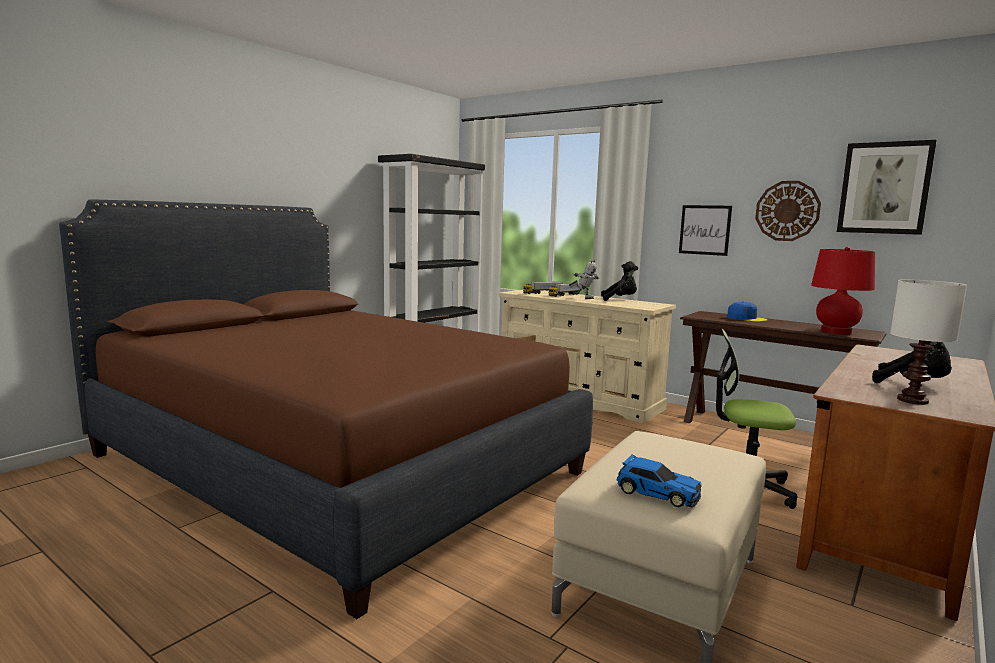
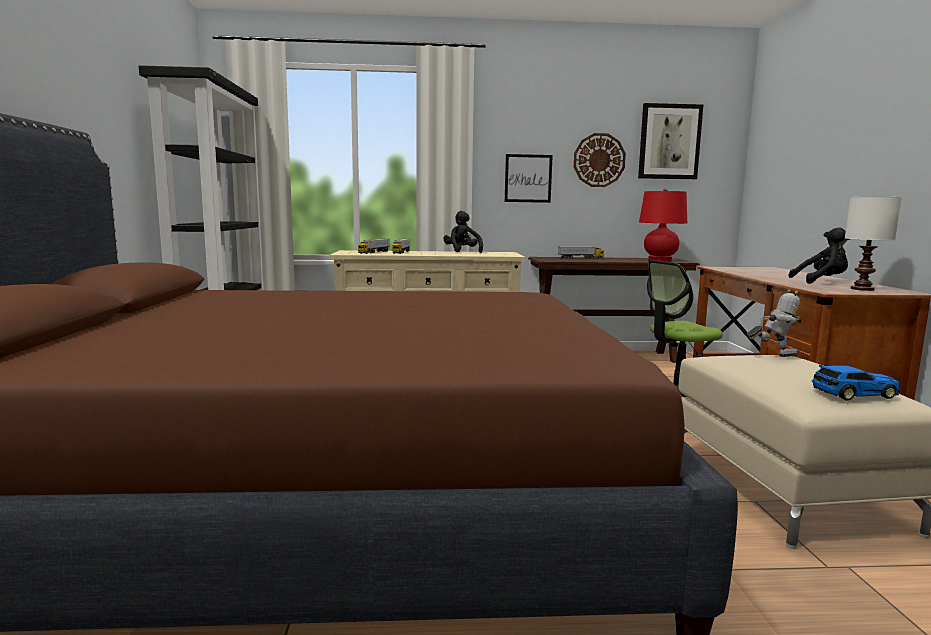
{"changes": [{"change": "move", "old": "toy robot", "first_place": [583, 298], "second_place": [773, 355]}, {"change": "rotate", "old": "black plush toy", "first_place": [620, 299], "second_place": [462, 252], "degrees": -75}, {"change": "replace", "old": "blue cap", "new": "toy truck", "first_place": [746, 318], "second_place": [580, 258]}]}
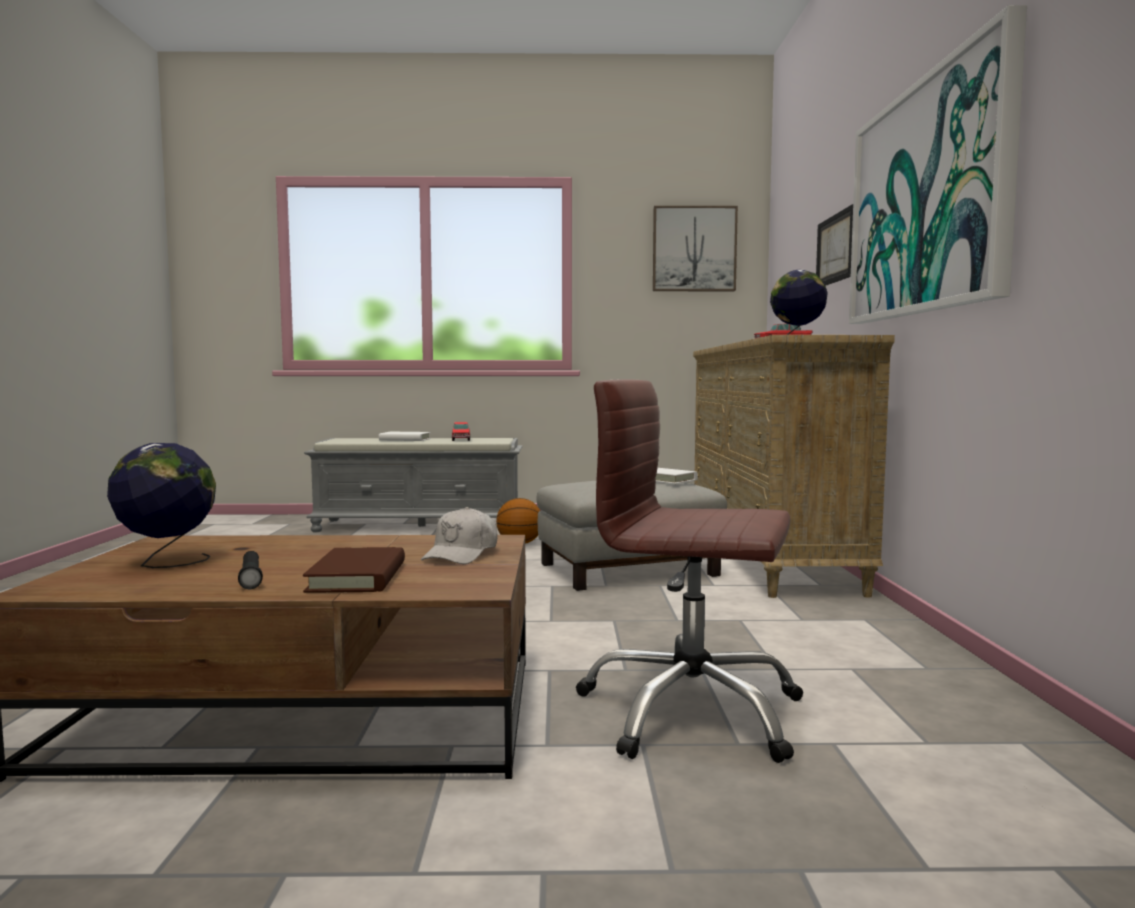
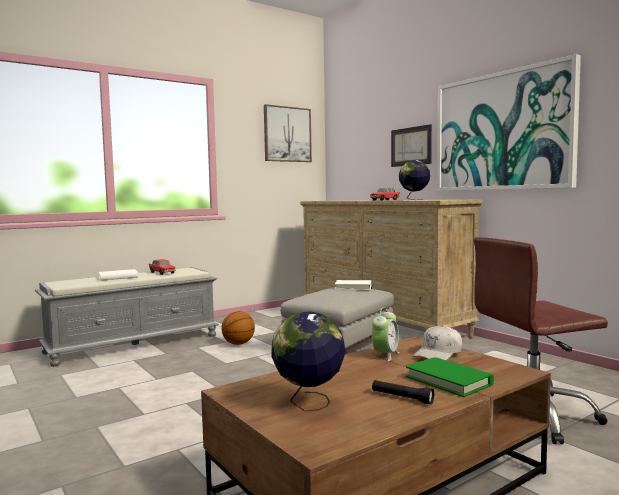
{"changes": [{"change": "rotate", "old": "white cap", "first_place": [461, 554], "second_place": [438, 354], "degrees": 60}, {"change": "recolor", "old": "brown book", "new": "green book", "first_place": [358, 577], "second_place": [448, 380]}, {"change": "insert", "new": "alarm clock", "second_place": [385, 355]}]}
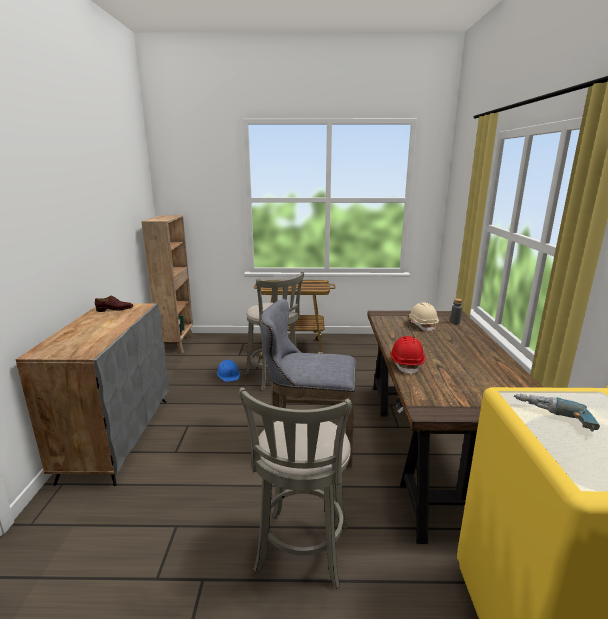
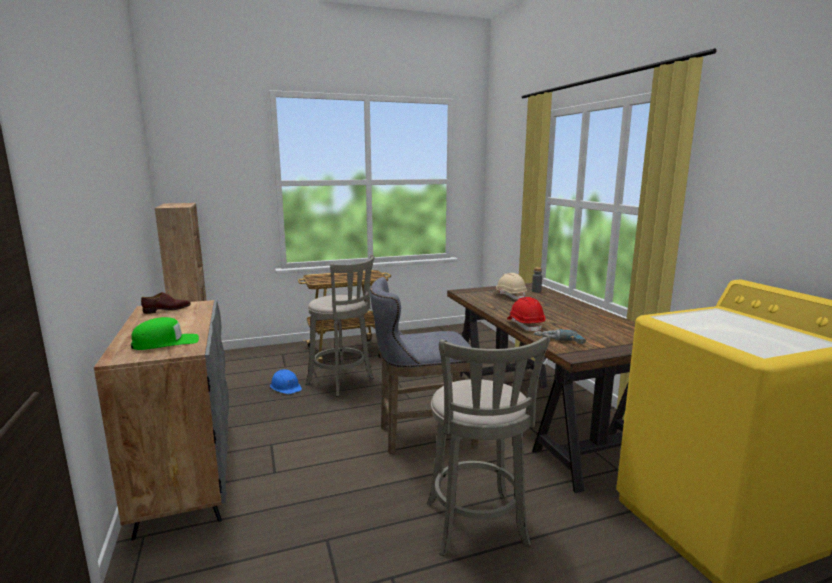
{"changes": [{"change": "move", "old": "power drill", "first_place": [552, 418], "second_place": [558, 342]}, {"change": "insert", "new": "green cap", "second_place": [166, 342]}]}
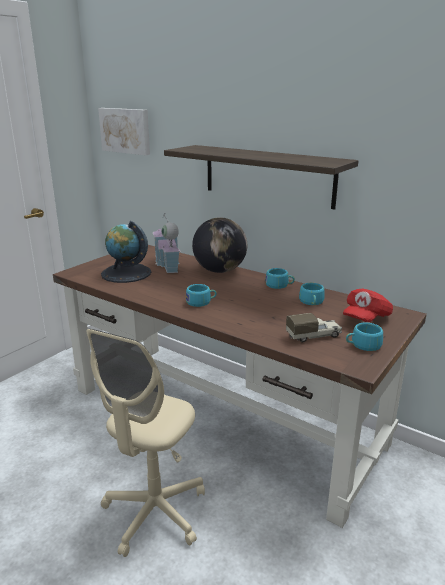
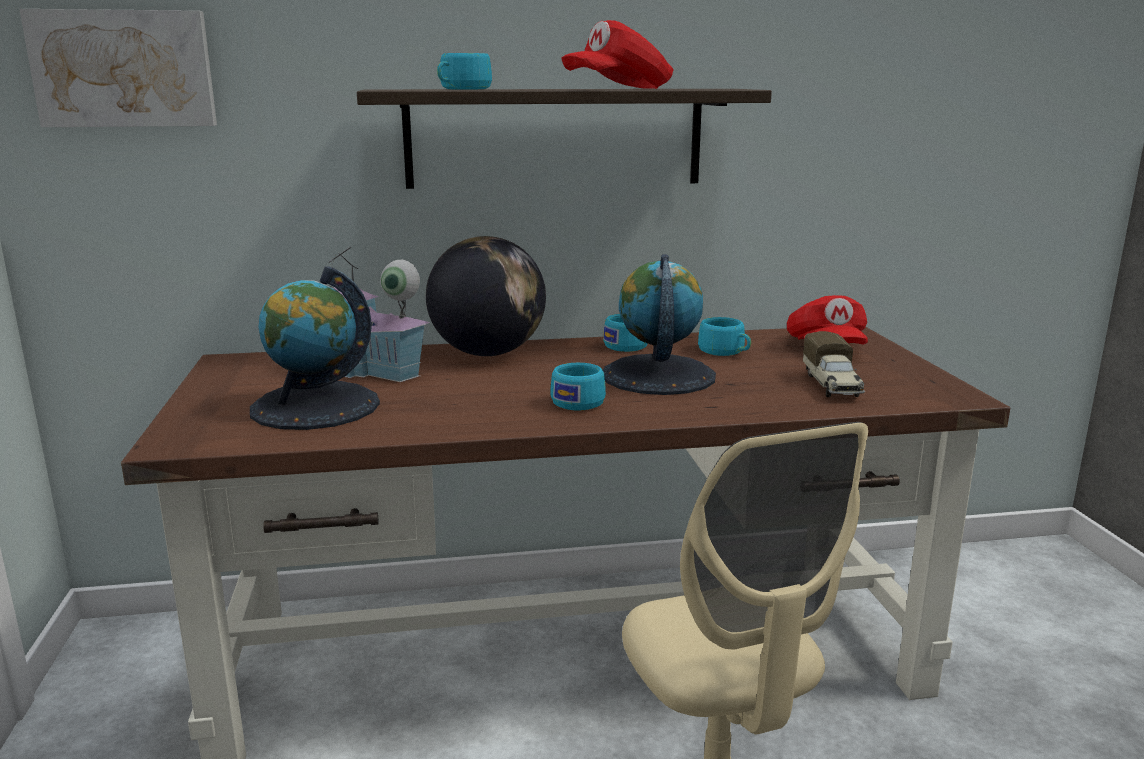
{"changes": [{"change": "rotate", "old": "toy truck", "first_place": [314, 336], "second_place": [832, 385], "degrees": 150}, {"change": "move", "old": "turquoise cup", "first_place": [362, 345], "second_place": [461, 89]}, {"change": "insert", "new": "red cap", "second_place": [619, 88]}, {"change": "insert", "new": "globe", "second_place": [657, 375]}]}
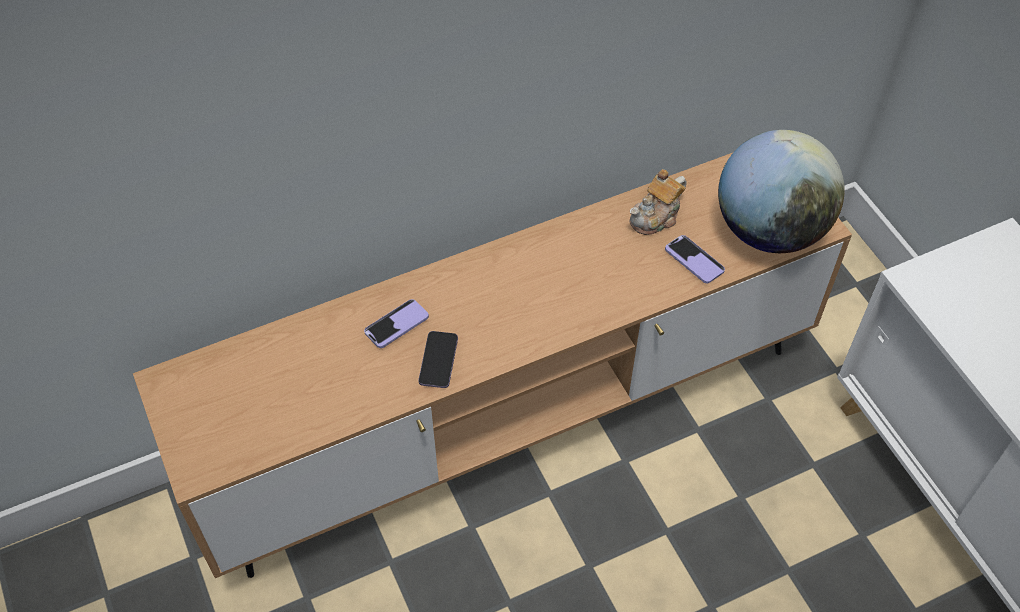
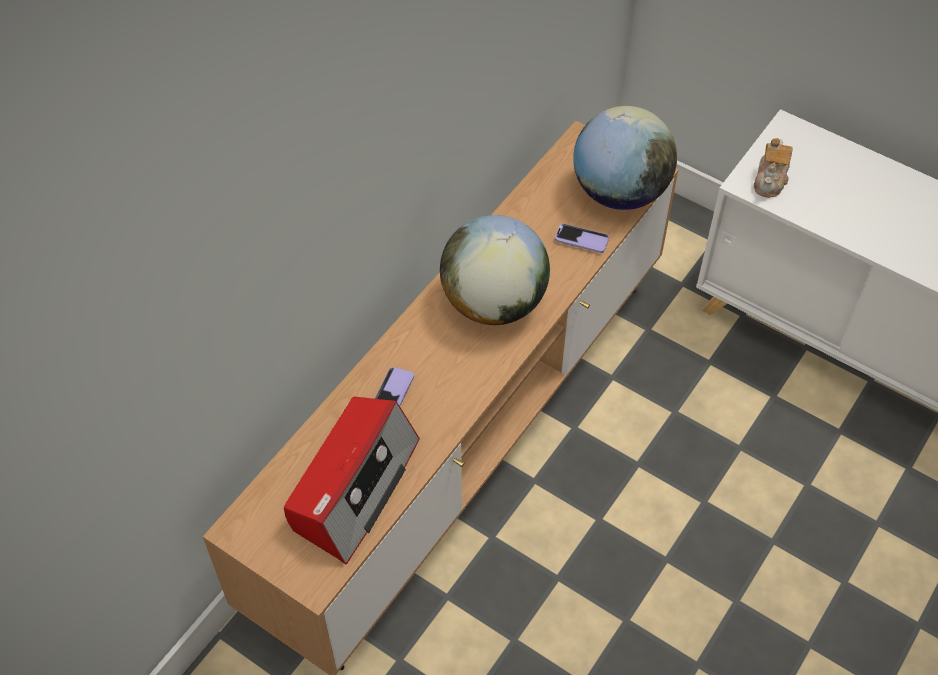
{"changes": [{"change": "move", "old": "teapot", "first_place": [656, 217], "second_place": [770, 180]}, {"change": "delete", "old": "phone", "first_place": [438, 360]}, {"change": "insert", "new": "globe", "second_place": [494, 303]}, {"change": "insert", "new": "radio", "second_place": [353, 487]}]}
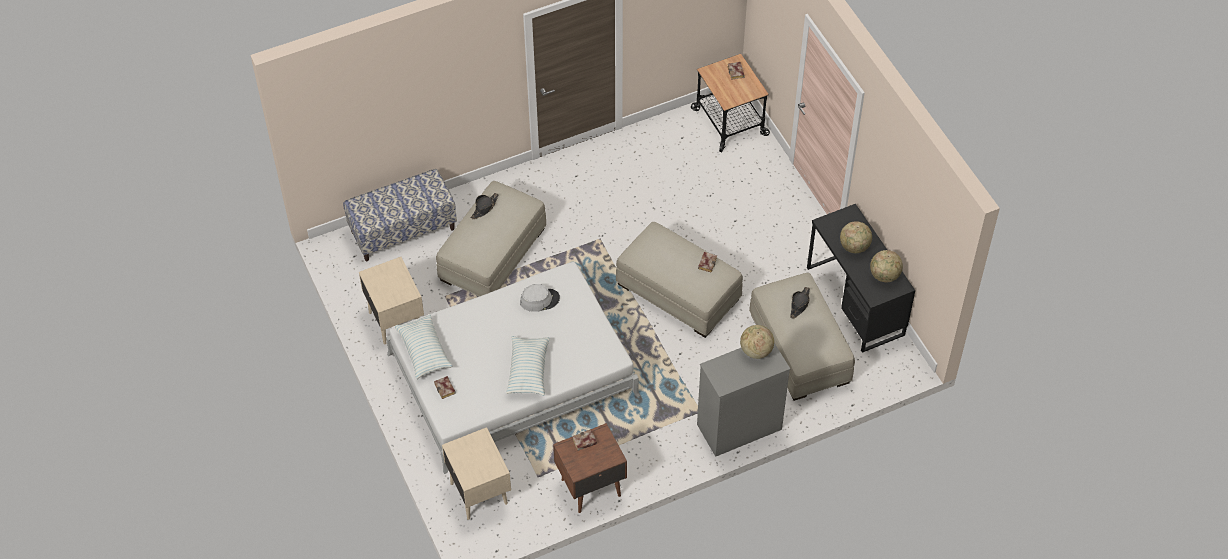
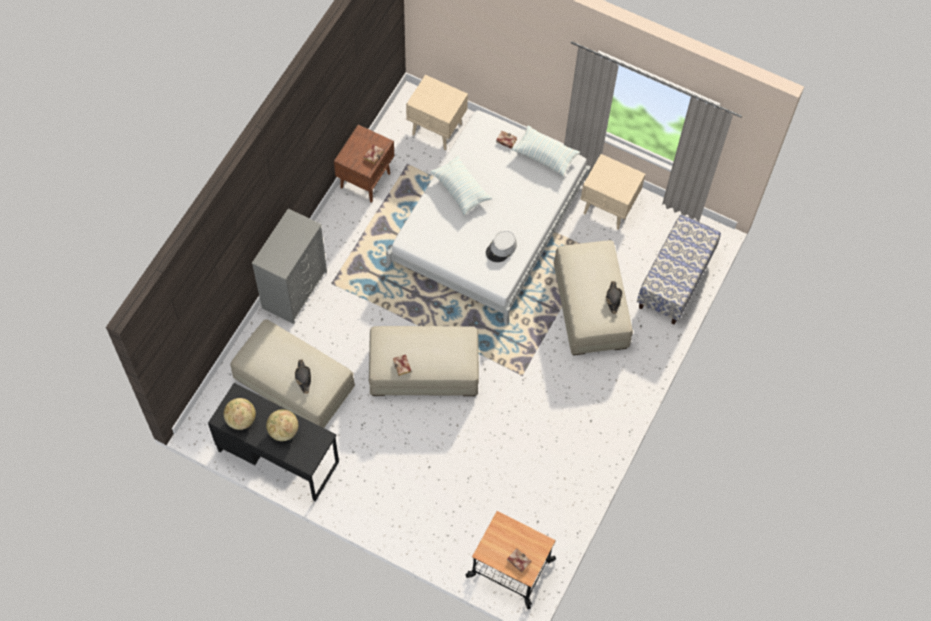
{"changes": [{"change": "delete", "old": "globe", "first_place": [756, 351]}]}
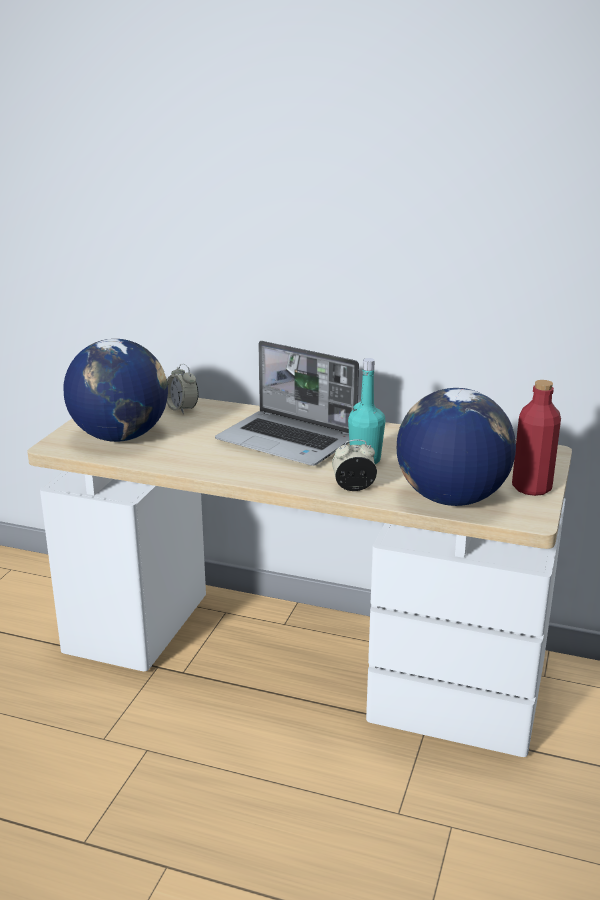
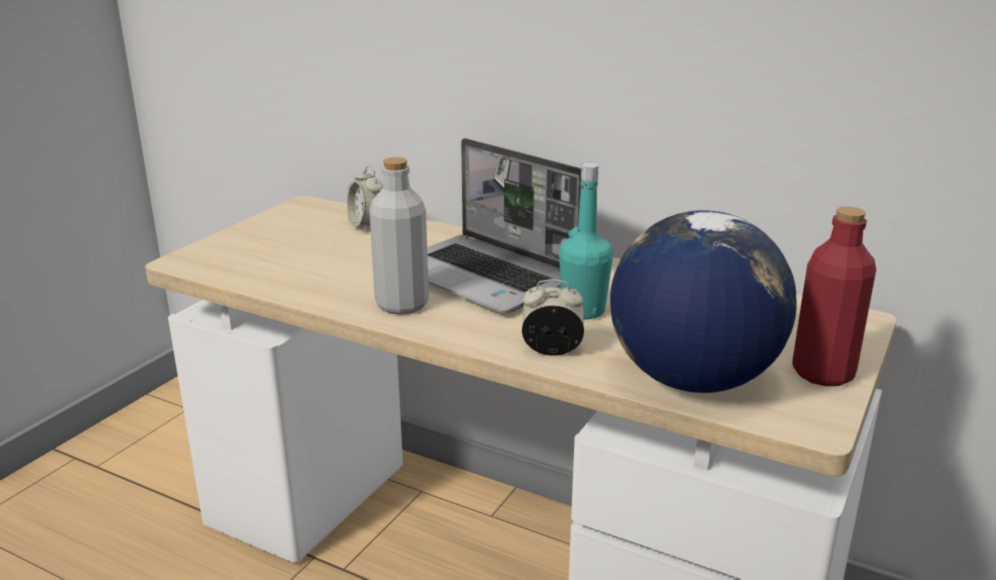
{"changes": [{"change": "delete", "old": "globe", "first_place": [120, 436]}, {"change": "insert", "new": "grey bottle", "second_place": [402, 304]}]}
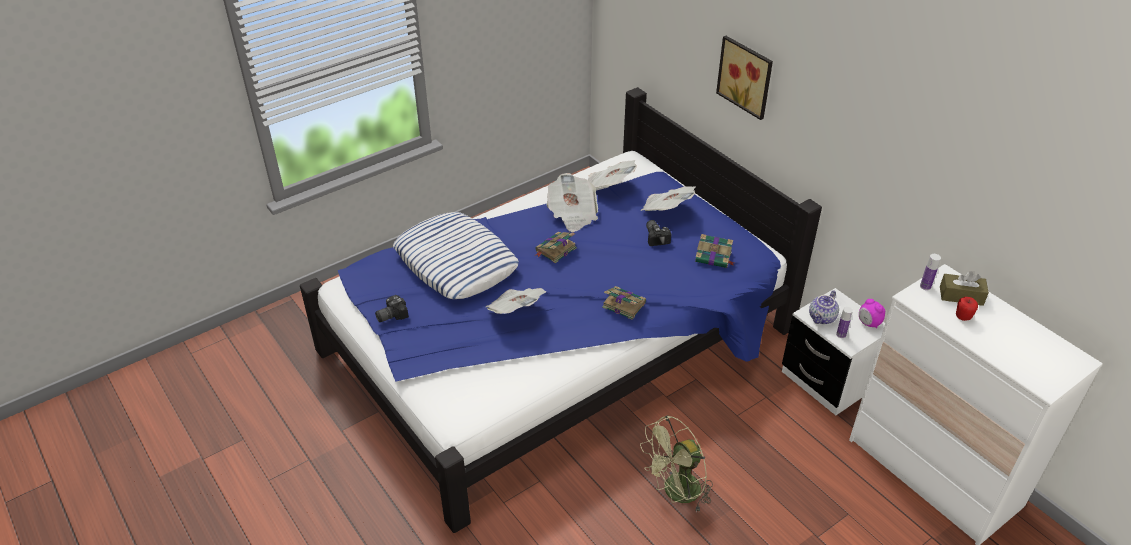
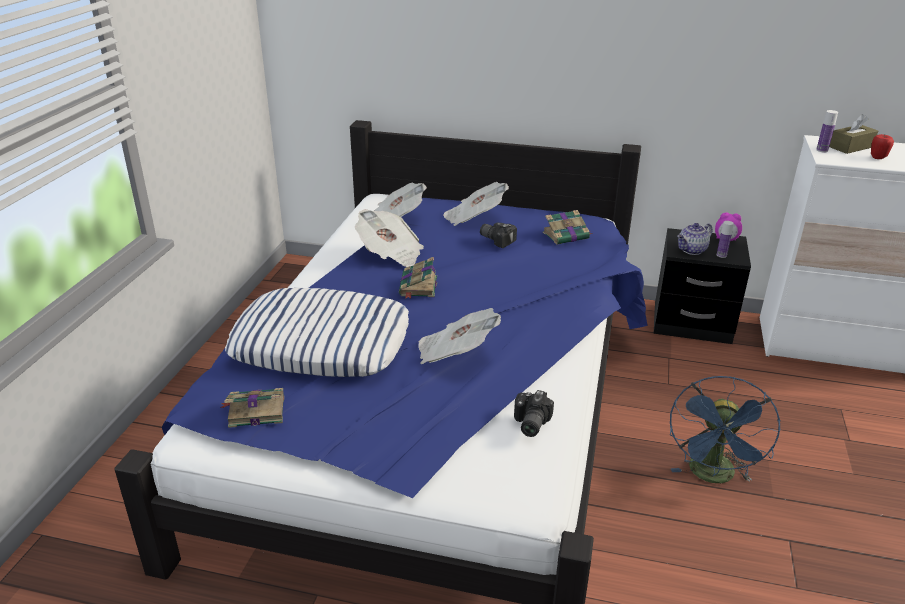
{"changes": [{"change": "delete", "old": "picture", "first_place": [746, 76]}, {"change": "move", "old": "book", "first_place": [623, 304], "second_place": [255, 411]}, {"change": "recolor", "old": "white nightstand", "new": "black nightstand", "first_place": [827, 381], "second_place": [692, 323]}, {"change": "rotate", "old": "teapot", "first_place": [822, 318], "second_place": [692, 250], "degrees": 60}, {"change": "move", "old": "photo camera", "first_place": [390, 315], "second_place": [529, 423]}, {"change": "recolor", "old": "green fan", "new": "blue fan", "first_place": [676, 493], "second_place": [713, 476]}]}
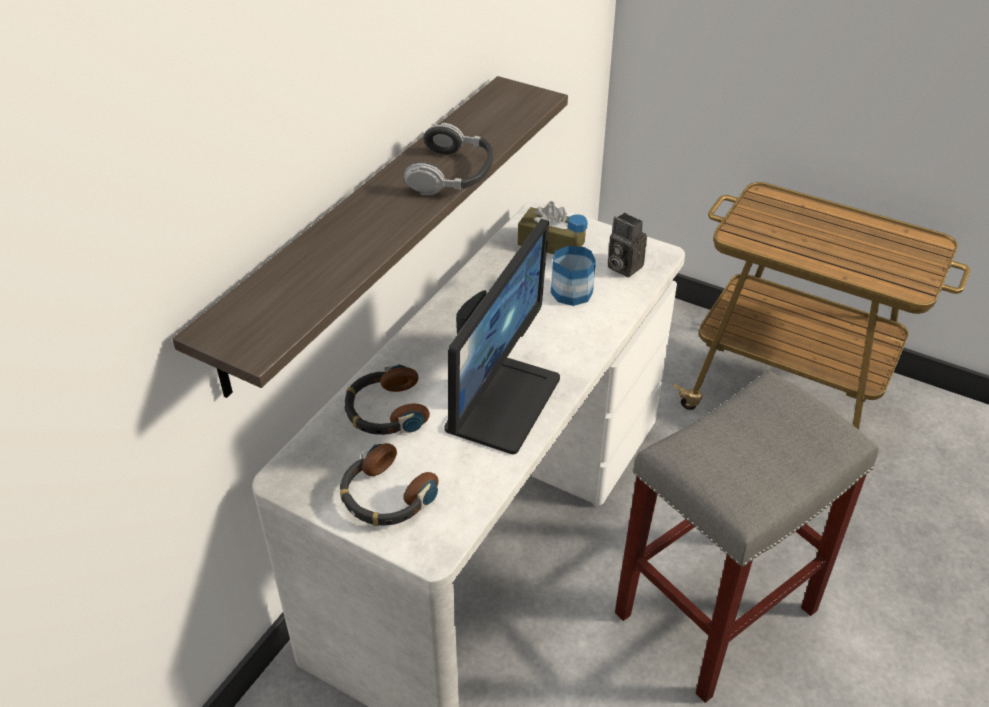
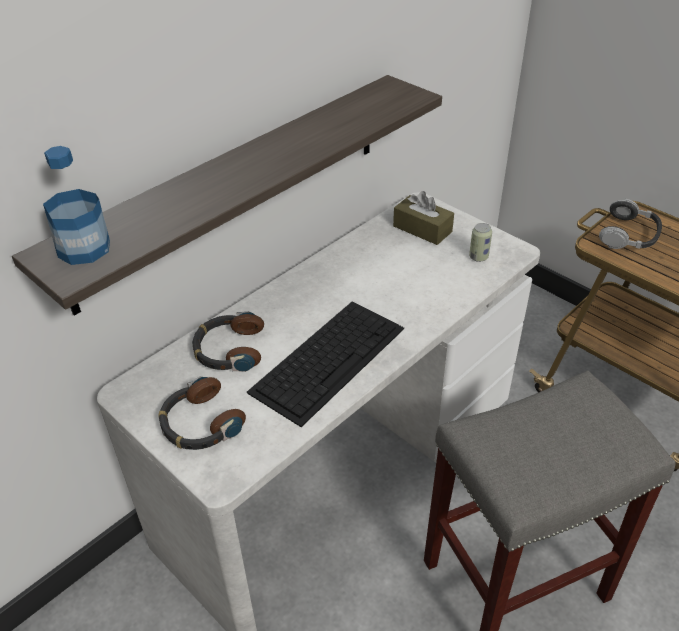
{"changes": [{"change": "move", "old": "headphones", "first_place": [452, 173], "second_place": [629, 235]}, {"change": "replace", "old": "photo camera", "new": "can", "first_place": [622, 266], "second_place": [478, 257]}, {"change": "move", "old": "bottle", "first_place": [571, 292], "second_place": [84, 248]}, {"change": "replace", "old": "monitor", "new": "keyboard", "first_place": [501, 401], "second_place": [329, 358]}]}
